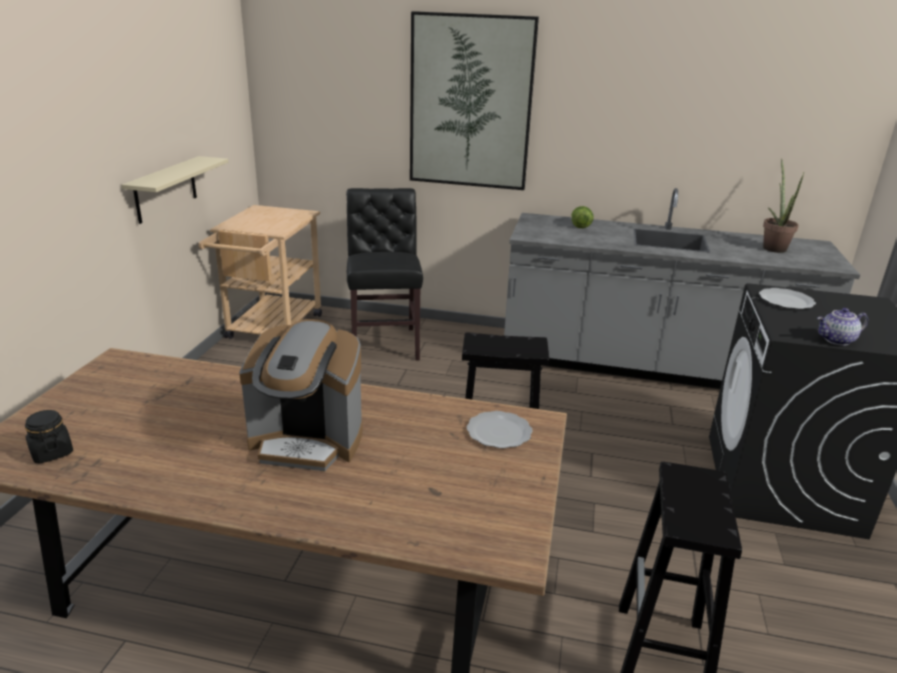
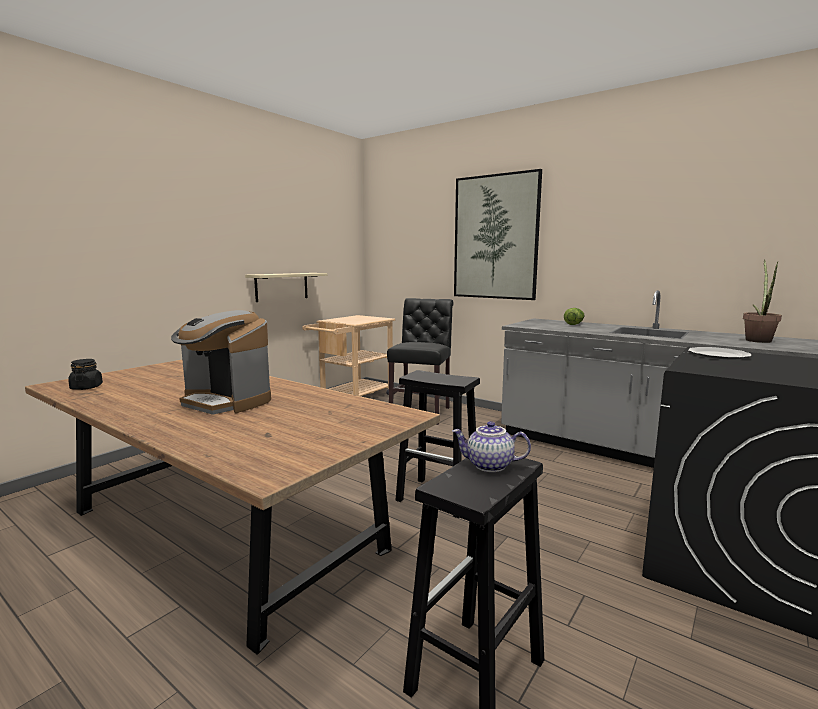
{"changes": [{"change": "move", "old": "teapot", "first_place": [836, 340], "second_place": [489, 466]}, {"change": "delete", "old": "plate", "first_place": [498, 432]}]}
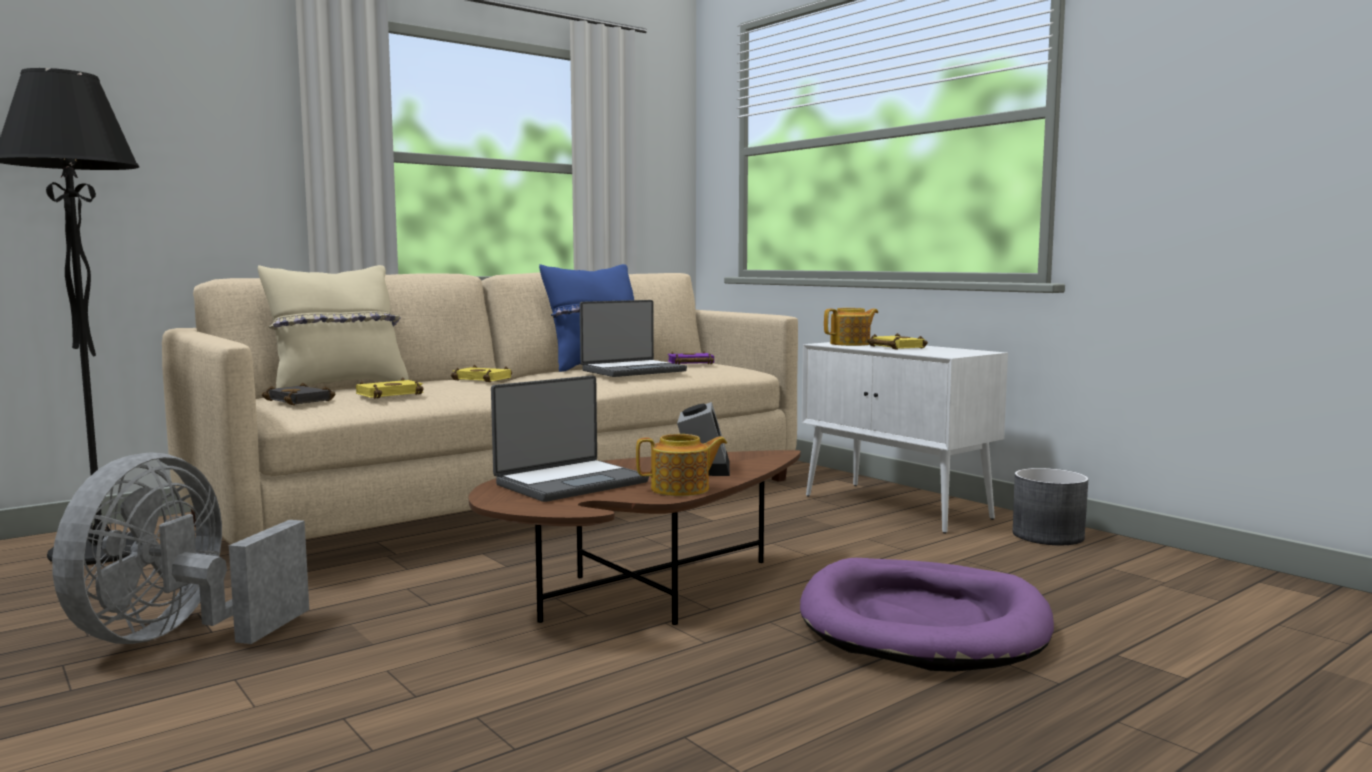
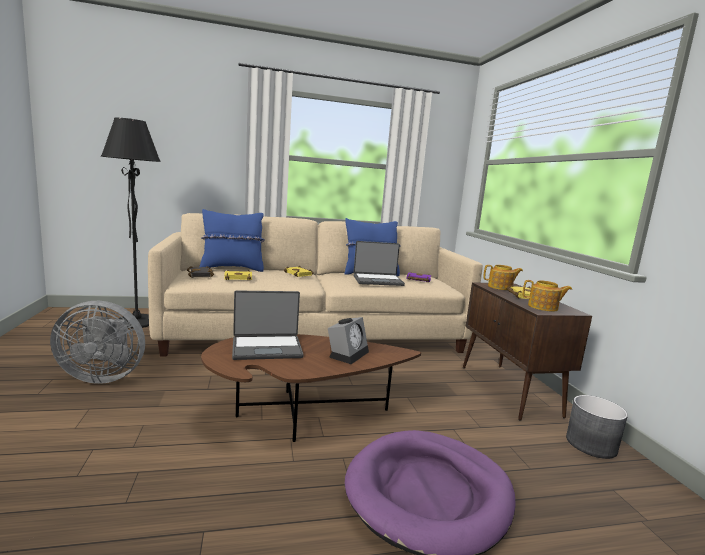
{"changes": [{"change": "recolor", "old": "beige pillow", "new": "blue pillow", "first_place": [338, 388], "second_place": [232, 269]}, {"change": "recolor", "old": "white cabinet", "new": "brown cabinet", "first_place": [897, 507], "second_place": [509, 390]}, {"change": "move", "old": "teapot", "first_place": [681, 489], "second_place": [543, 307]}, {"change": "rotate", "old": "grey fan", "first_place": [178, 636], "second_place": [103, 376], "degrees": -135}]}
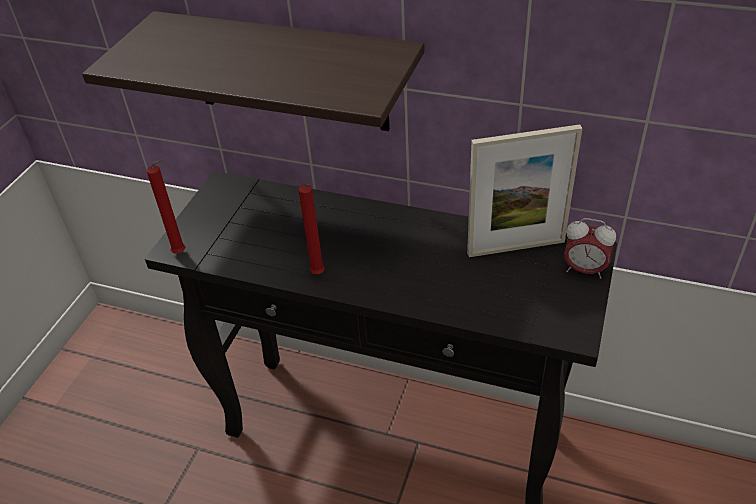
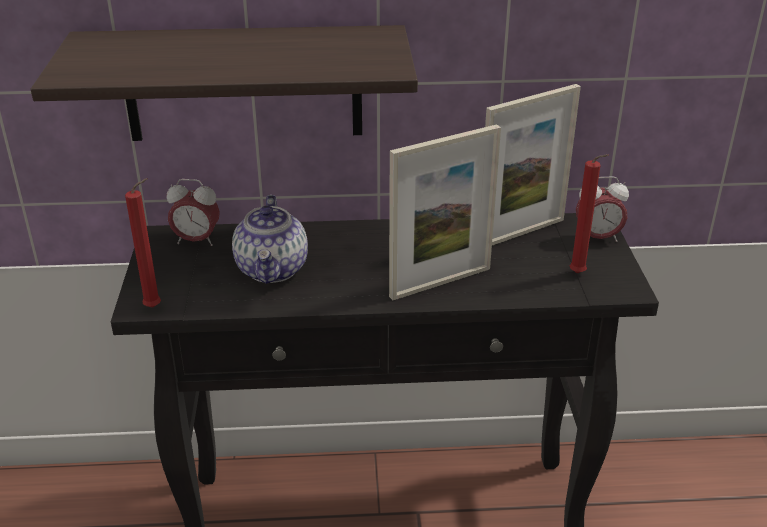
{"changes": [{"change": "move", "old": "red candle", "first_place": [318, 275], "second_place": [579, 274]}, {"change": "insert", "new": "picture frame", "second_place": [440, 282]}, {"change": "insert", "new": "alarm clock", "second_place": [196, 240]}, {"change": "insert", "new": "teapot", "second_place": [273, 270]}]}
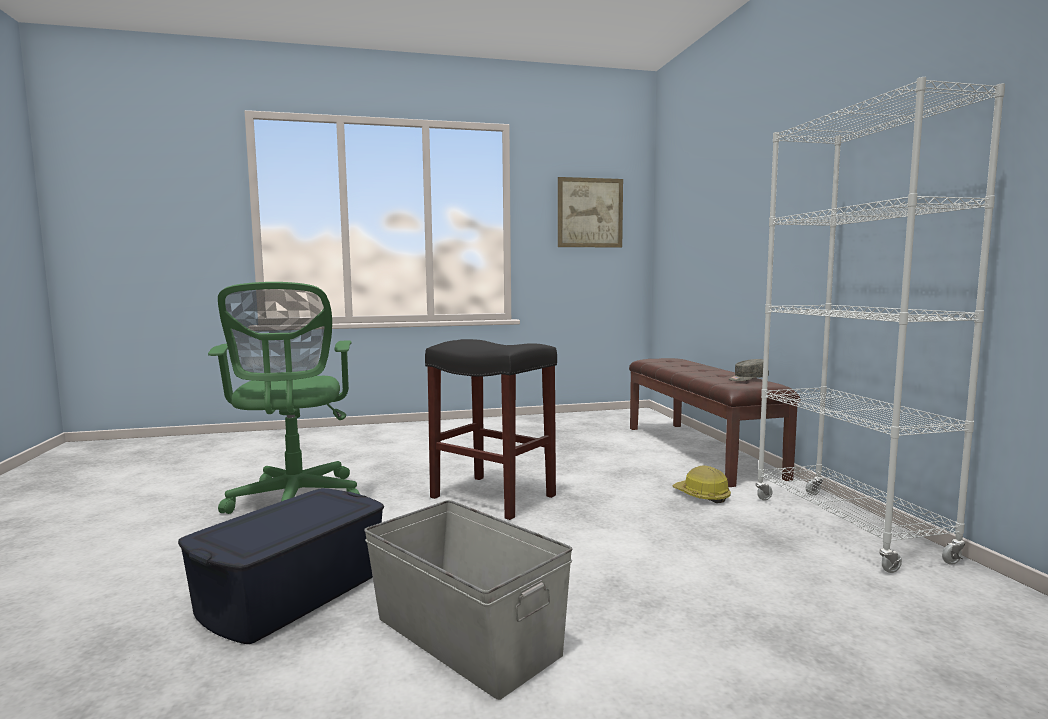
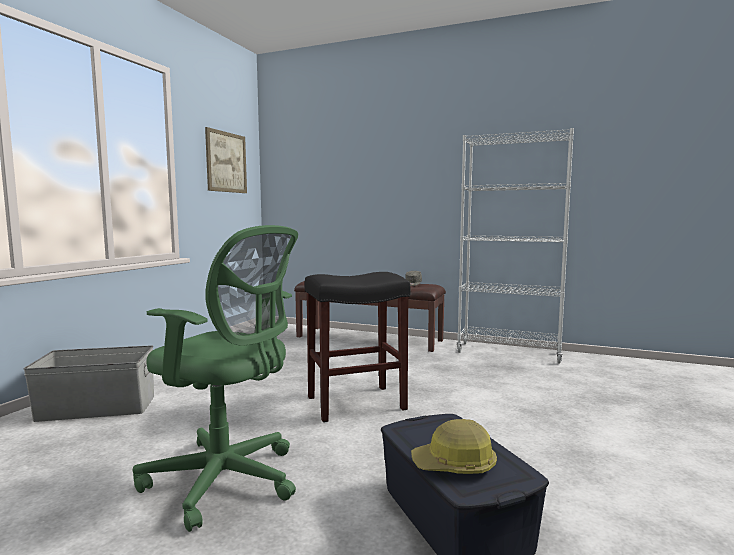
{"changes": [{"change": "move", "old": "hard hat", "first_place": [701, 496], "second_place": [455, 465]}, {"change": "move", "old": "grey storage box", "first_place": [466, 634], "second_place": [97, 408]}]}
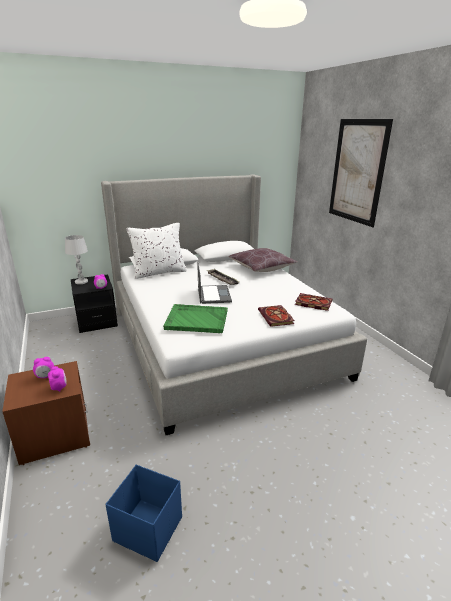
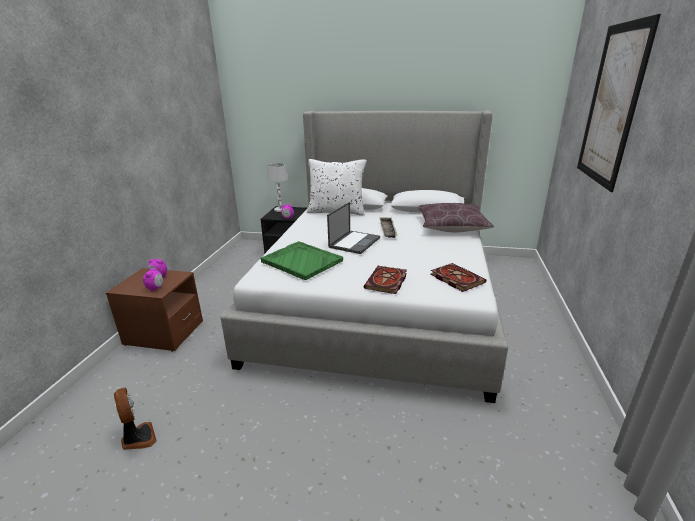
{"changes": [{"change": "replace", "old": "blue storage box", "new": "fan", "first_place": [147, 528], "second_place": [138, 438]}]}
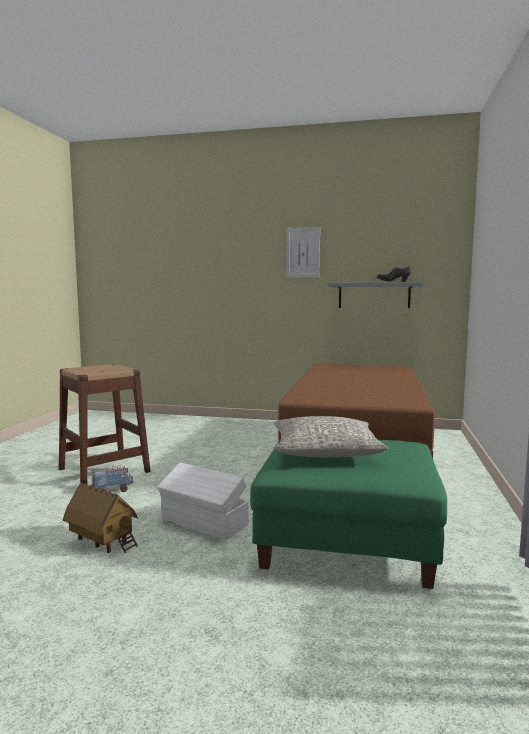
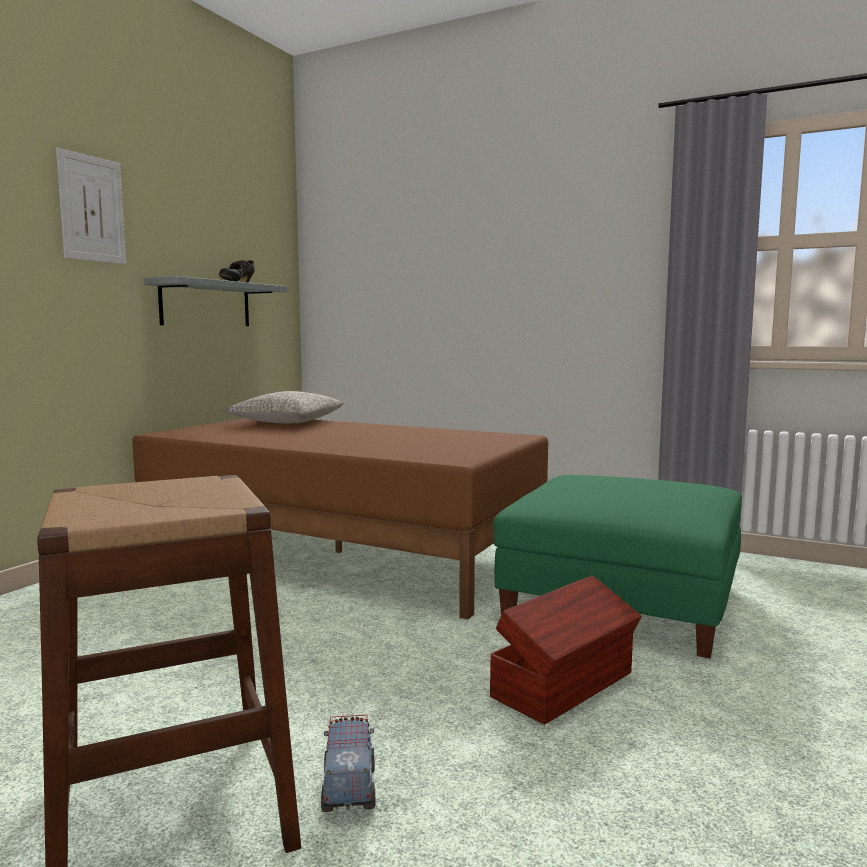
{"changes": [{"change": "move", "old": "grey pillow", "first_place": [325, 451], "second_place": [287, 422]}, {"change": "recolor", "old": "white storage box", "new": "brown storage box", "first_place": [204, 523], "second_place": [566, 685]}, {"change": "delete", "old": "toy house", "first_place": [102, 542]}]}
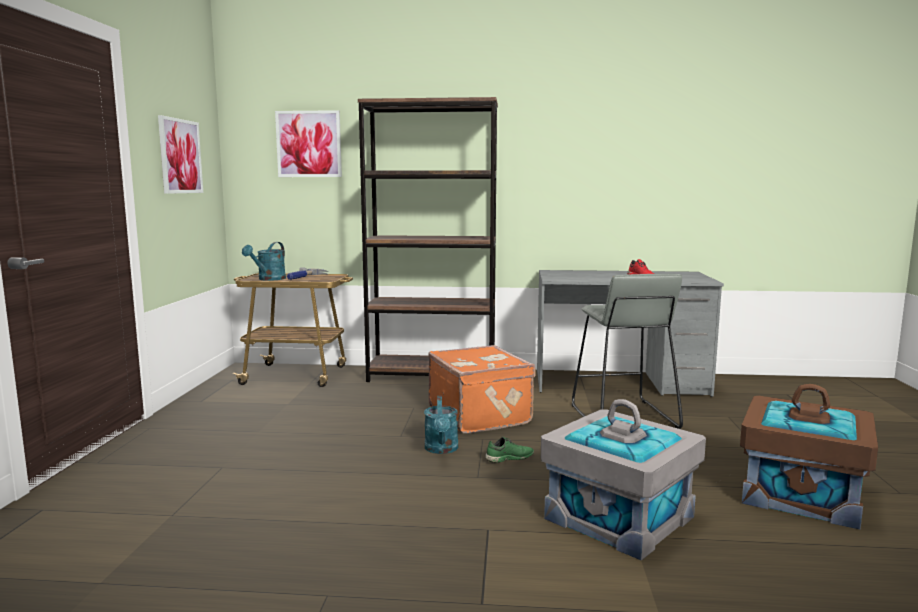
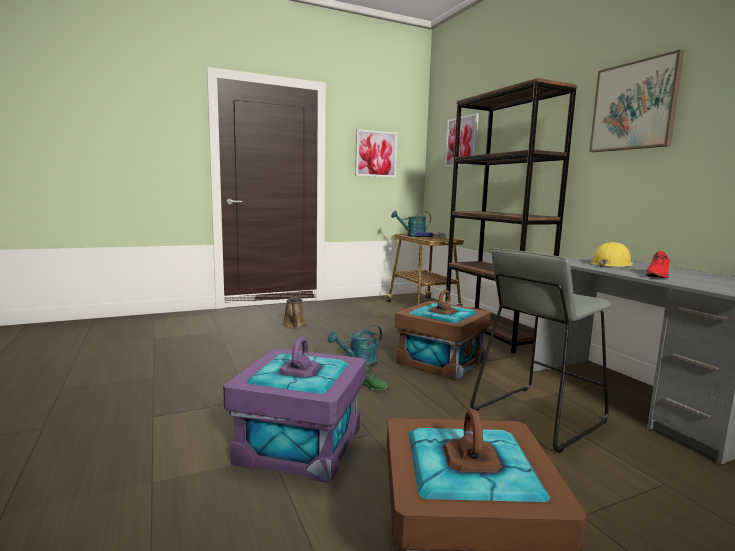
{"changes": [{"change": "replace", "old": "orange suitcase", "new": "brown storage box", "first_place": [480, 415], "second_place": [440, 362]}, {"change": "recolor", "old": "grey storage box", "new": "purple storage box", "first_place": [620, 518], "second_place": [301, 445]}, {"change": "insert", "new": "picture", "second_place": [634, 106]}, {"change": "insert", "new": "yellow hard hat", "second_place": [611, 265]}, {"change": "insert", "new": "brown watering can", "second_place": [294, 325]}]}
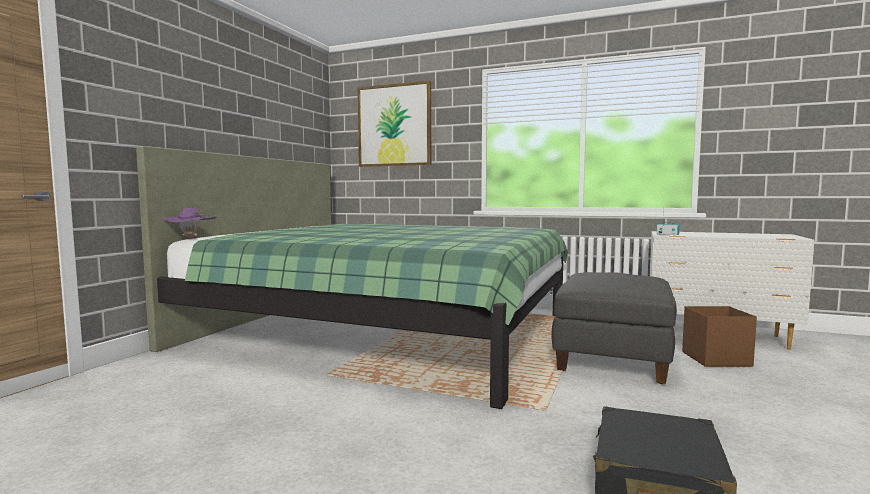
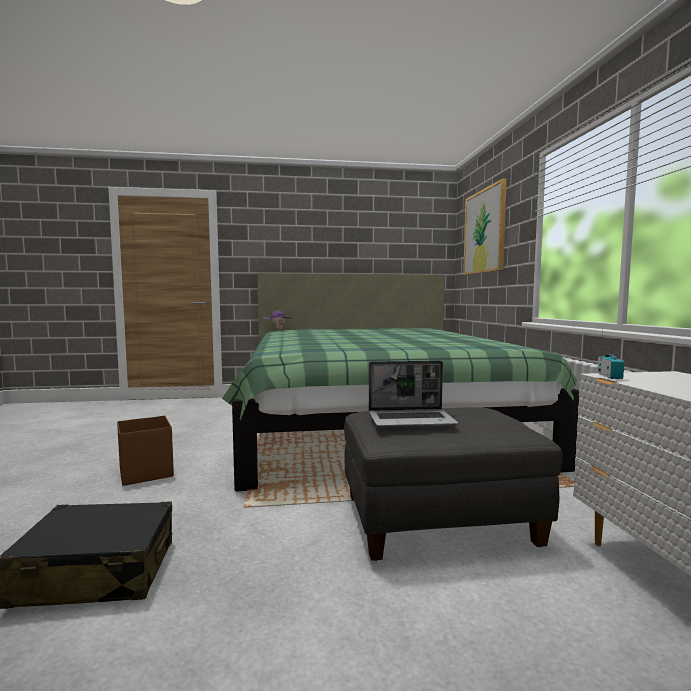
{"changes": [{"change": "move", "old": "brown storage box", "first_place": [715, 359], "second_place": [146, 472]}, {"change": "insert", "new": "laptop", "second_place": [412, 420]}]}
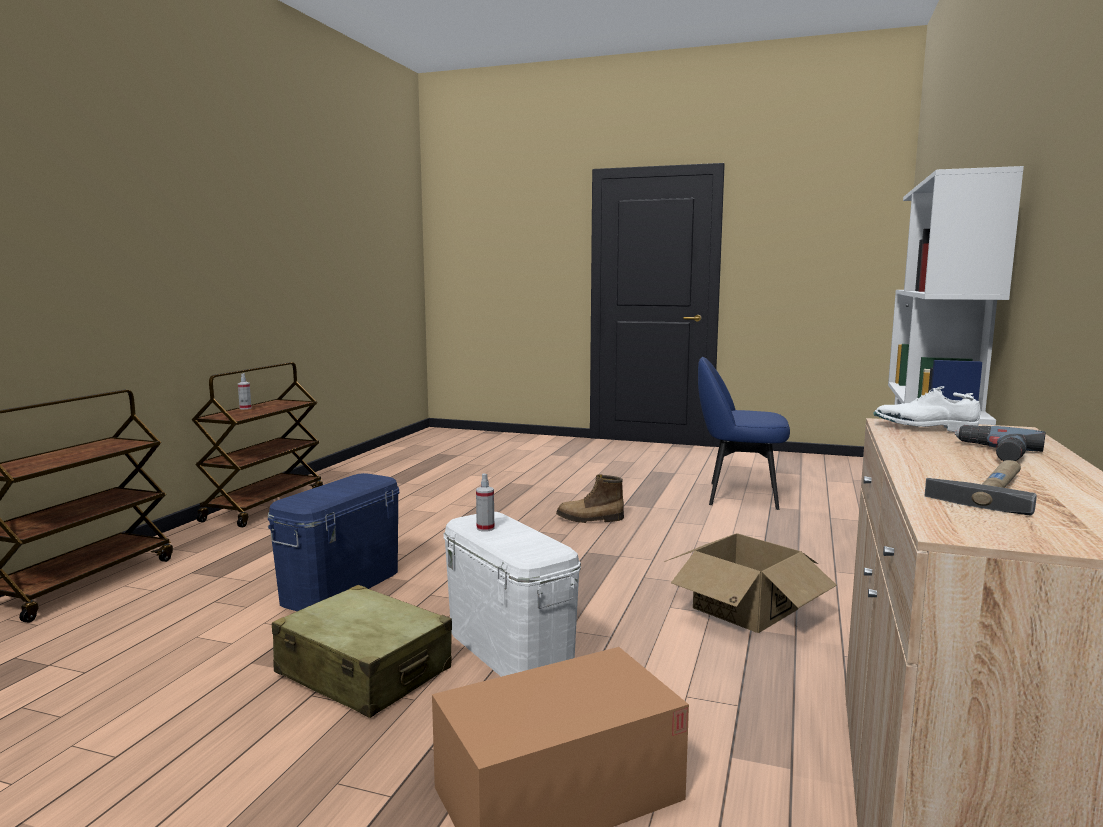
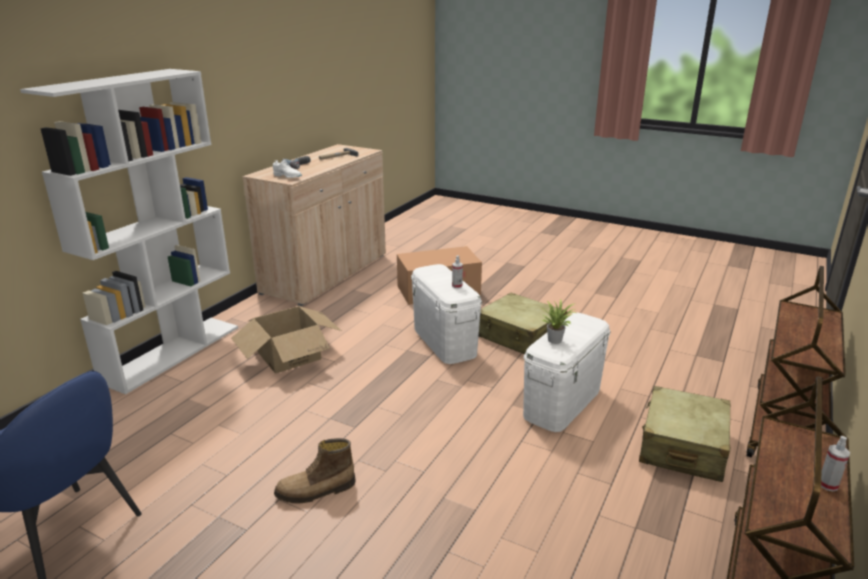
{"changes": [{"change": "recolor", "old": "blue storage box", "new": "white storage box", "first_place": [341, 586], "second_place": [562, 402]}, {"change": "rotate", "old": "boot", "first_place": [590, 519], "second_place": [316, 491], "degrees": 150}, {"change": "insert", "new": "potted plant", "second_place": [555, 339]}, {"change": "insert", "new": "beige suitcase", "second_place": [682, 447]}]}
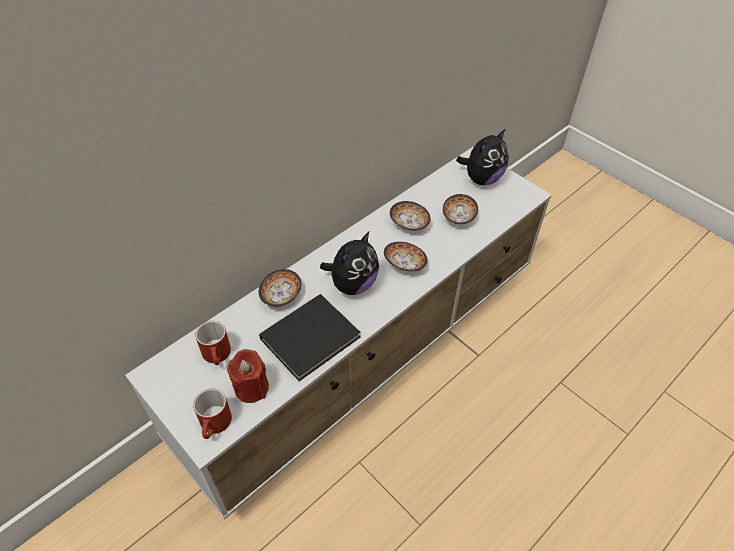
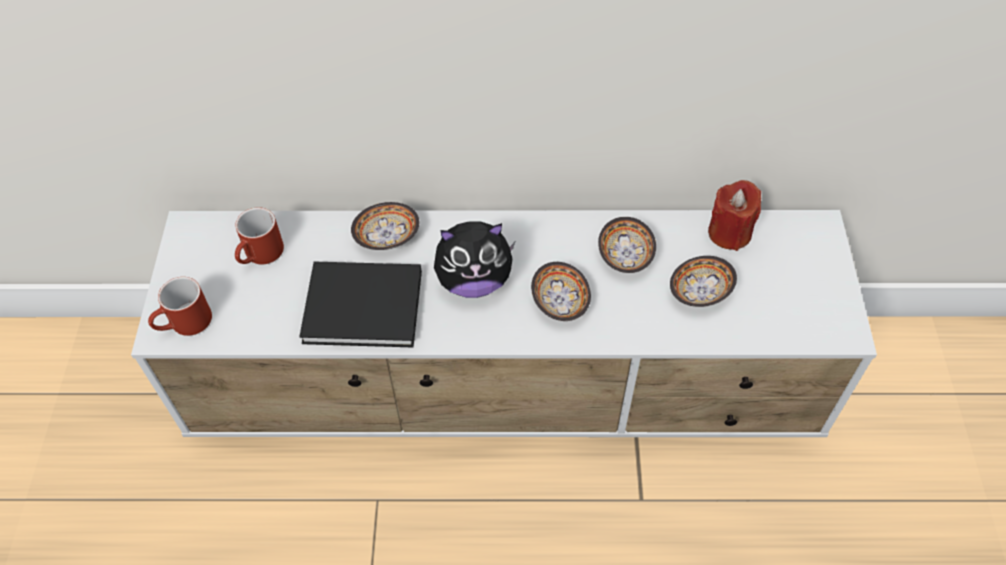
{"changes": [{"change": "delete", "old": "plush toy", "first_place": [481, 179]}, {"change": "move", "old": "red candle", "first_place": [251, 388], "second_place": [729, 233]}]}
